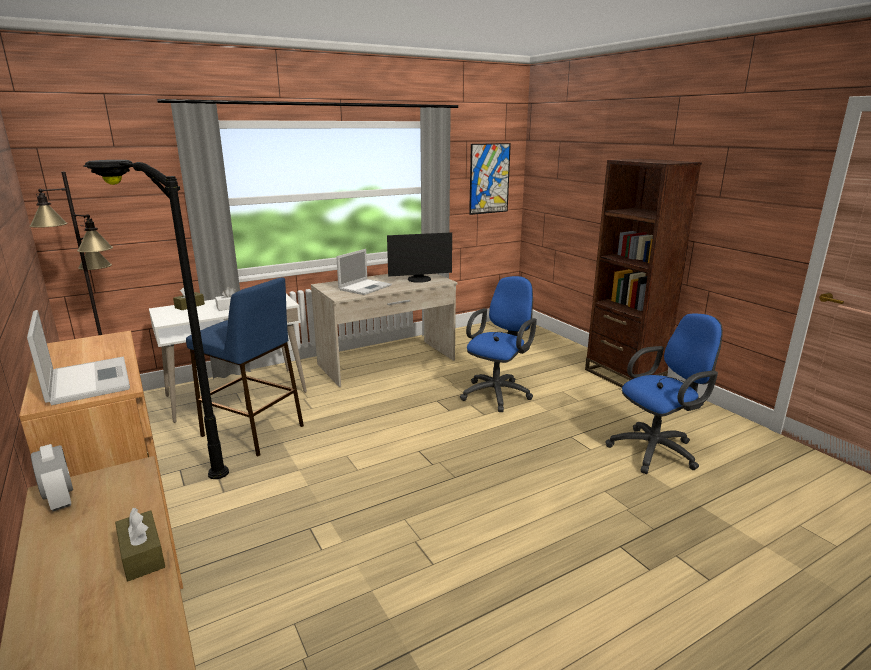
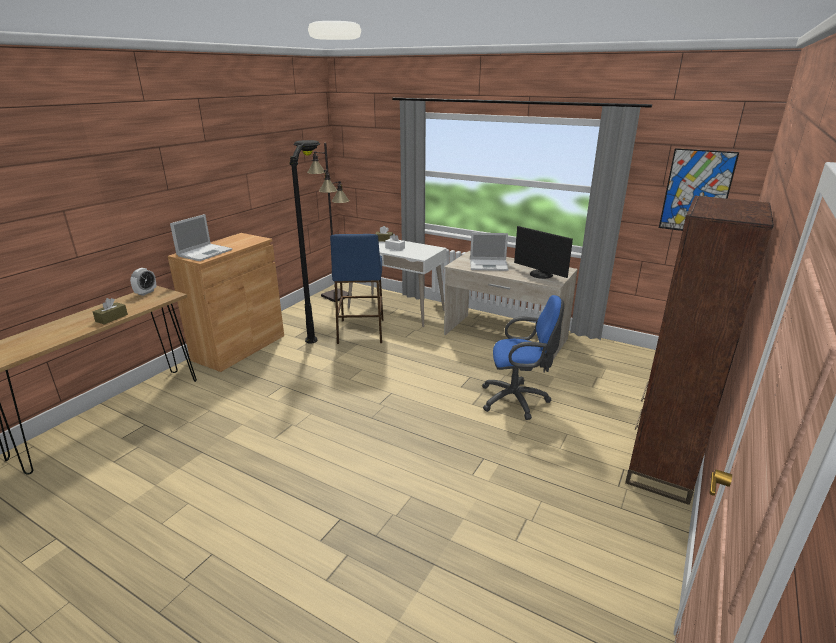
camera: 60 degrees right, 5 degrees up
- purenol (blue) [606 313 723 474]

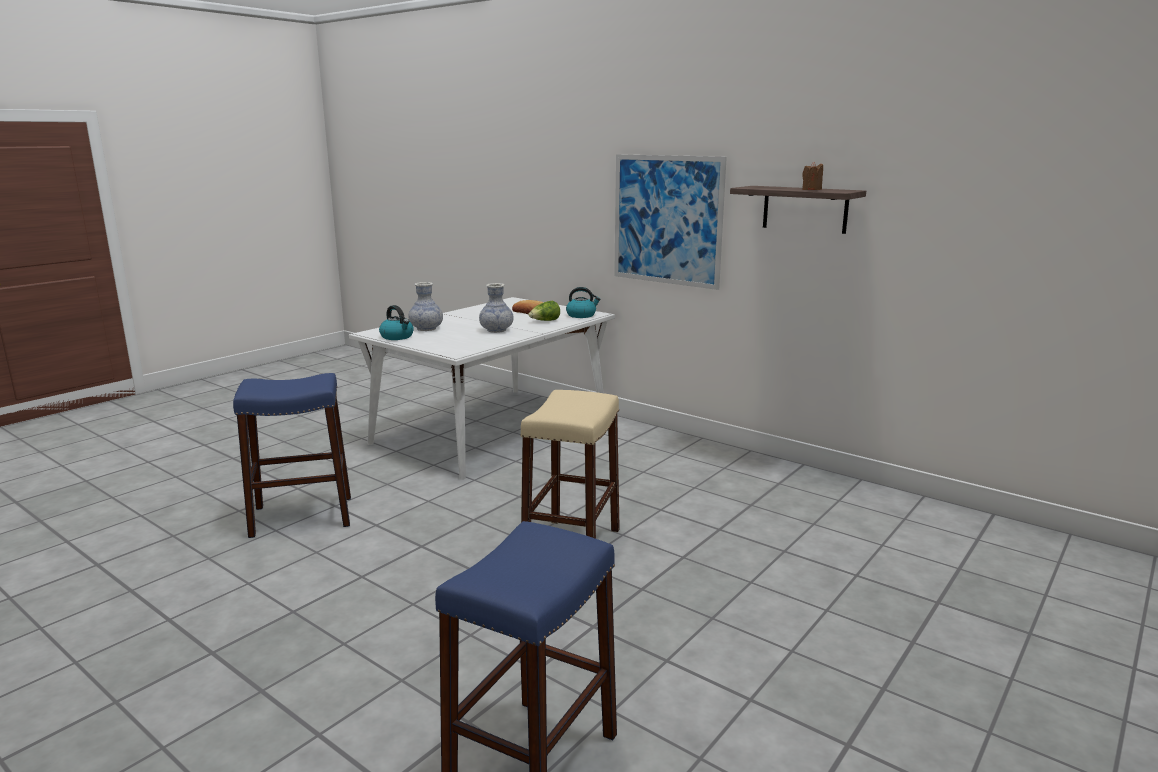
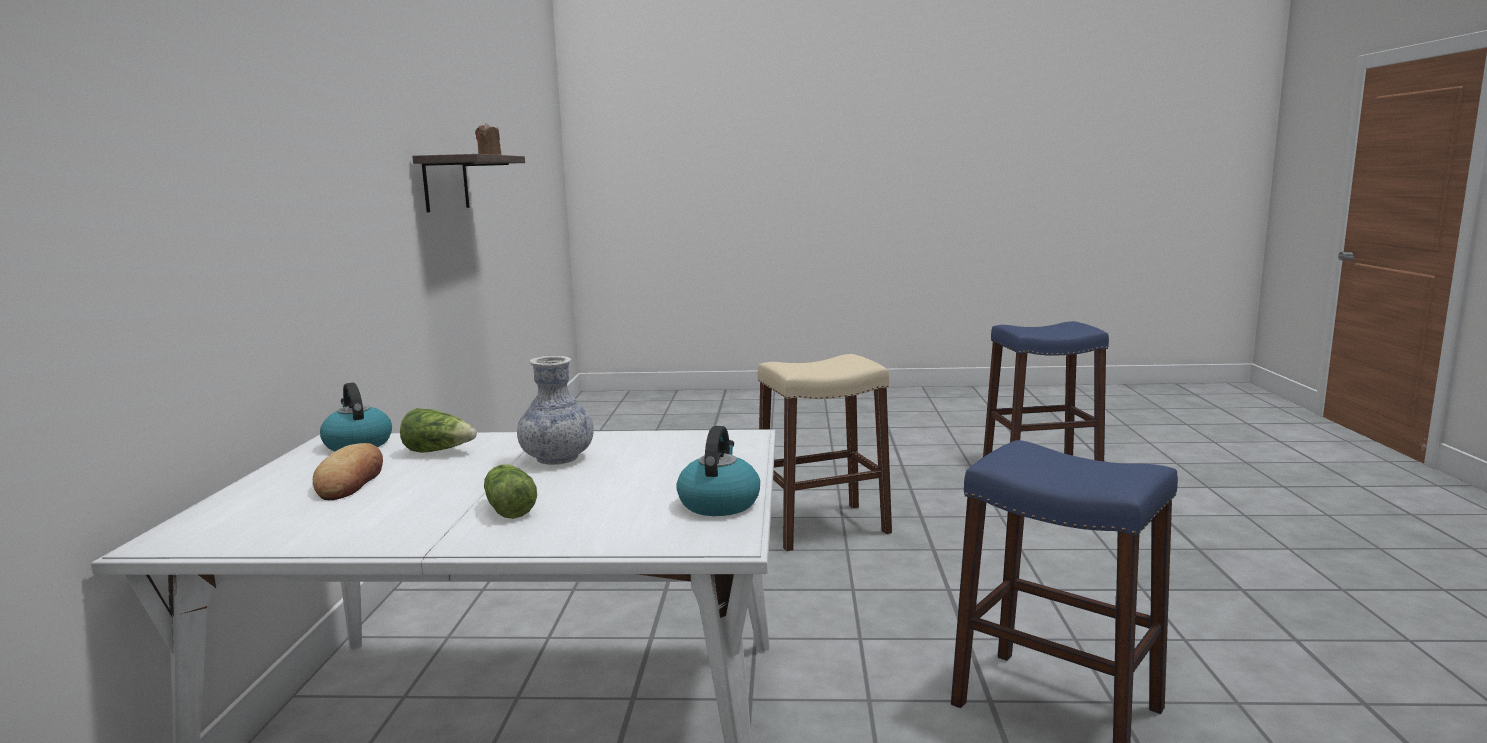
camera: 125 degrees left, 5 degrees down
- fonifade [408 282 443 331]
- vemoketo [614 154 727 290]
+ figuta [484 465 537 519]

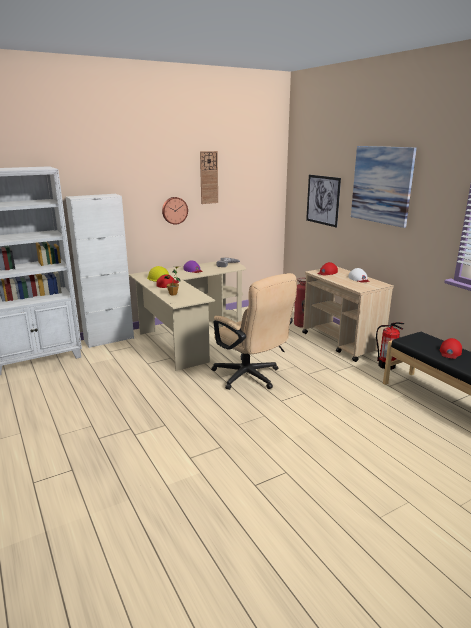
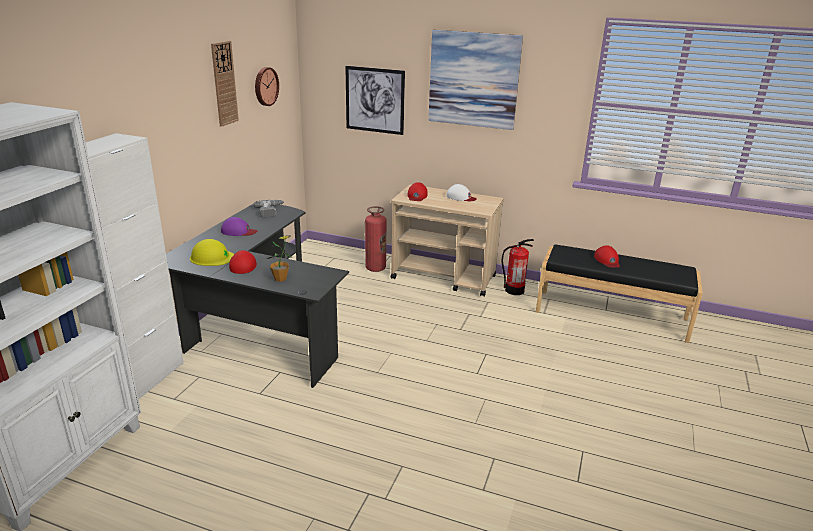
camera: 40 degrees left, 5 degrees up
~ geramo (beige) [129 261 246 371] to geramo (black) [166 204 349 388]
~ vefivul [162 197 188 225] to [255 67 279 106]
- purenol (beige) [211 273 297 390]

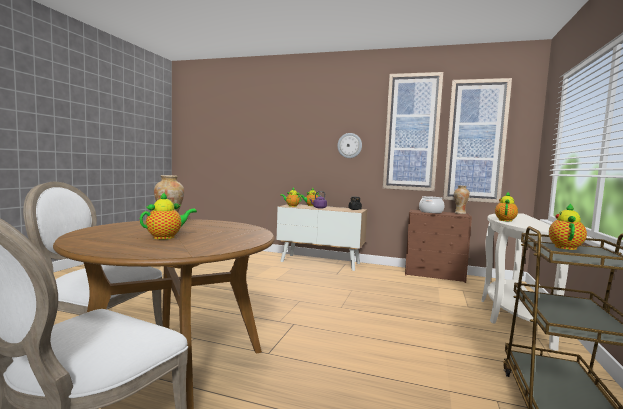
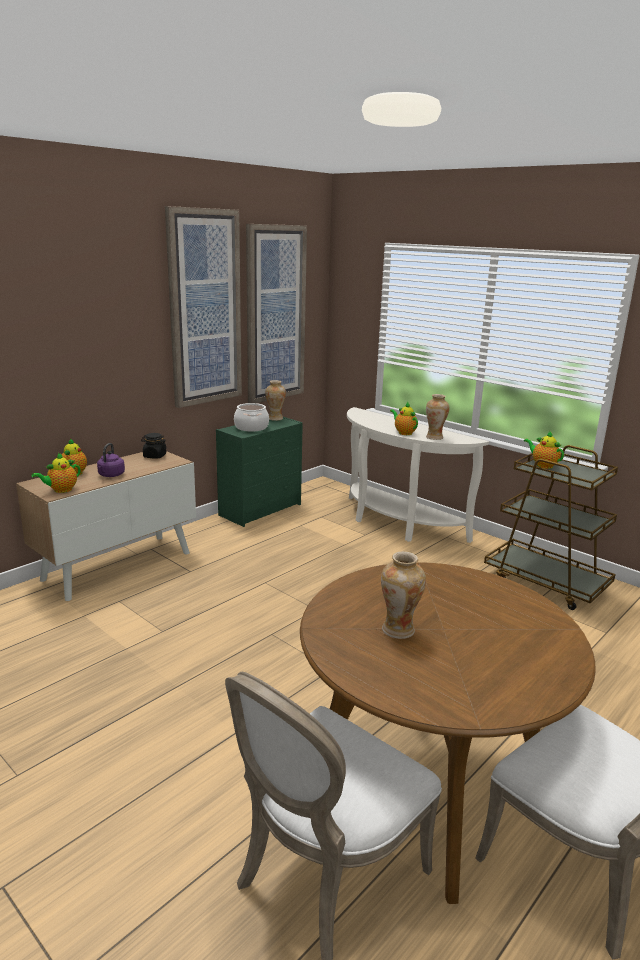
camera: 65 degrees left, 15 degrees up
- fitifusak [140 192 197 240]
- vefivul [337 133 362 158]
~ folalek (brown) [405 209 472 283] to folalek (green) [216 417 303 527]
+ fonifade [426 394 449 440]

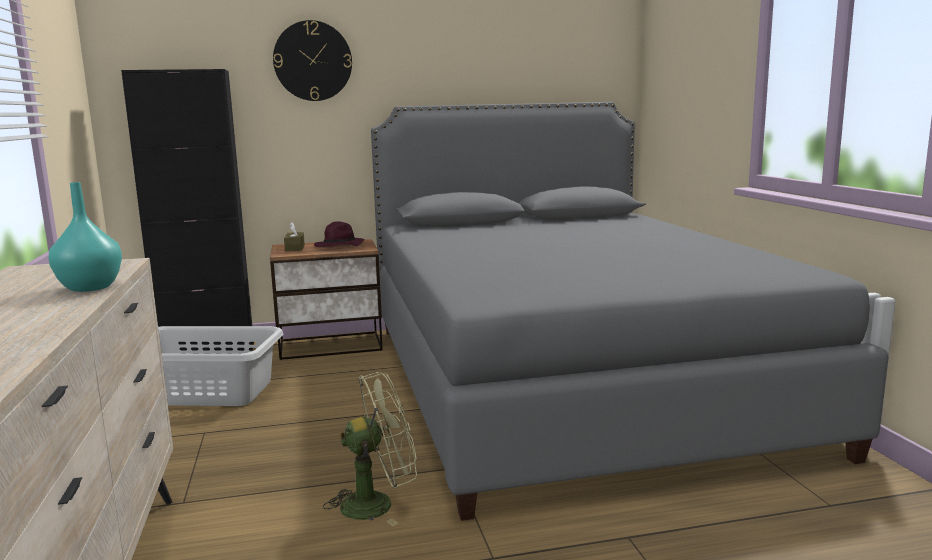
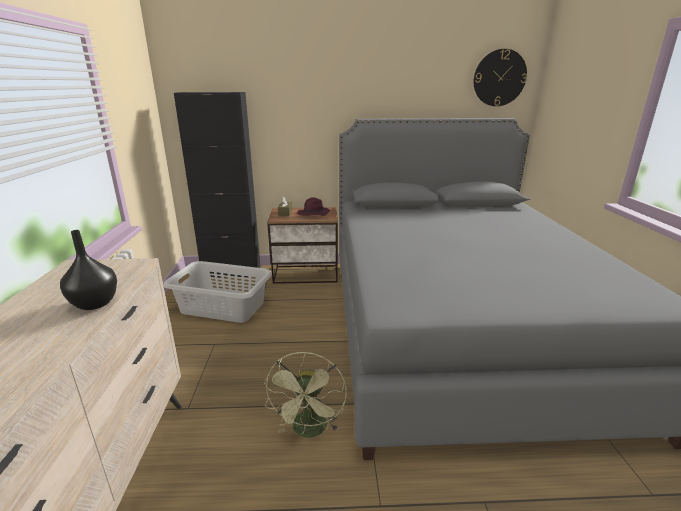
camera: 10 degrees right, 10 degrees up
~ fonifade (turquoise) [48 182 122 292] to fonifade (black) [60 230 117 310]
~ vefivul [273 20 352 101] to [474 49 527 106]
~ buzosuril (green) [323 372 417 526] = [264 352 347 437] 105 degrees clockwise

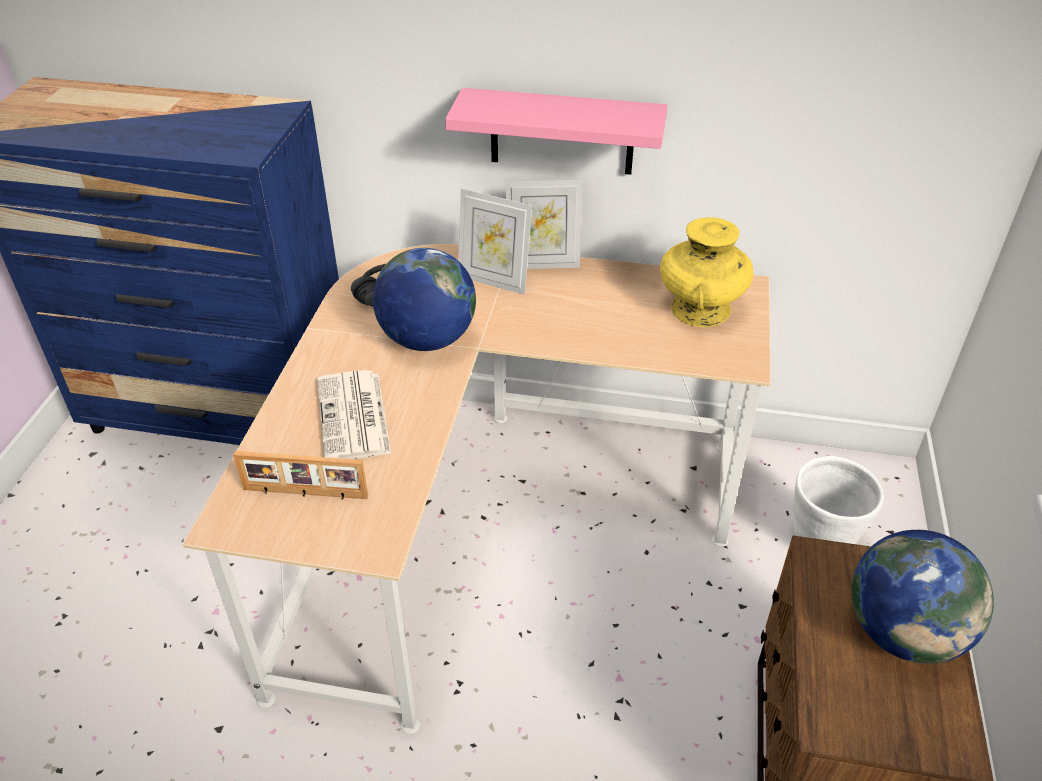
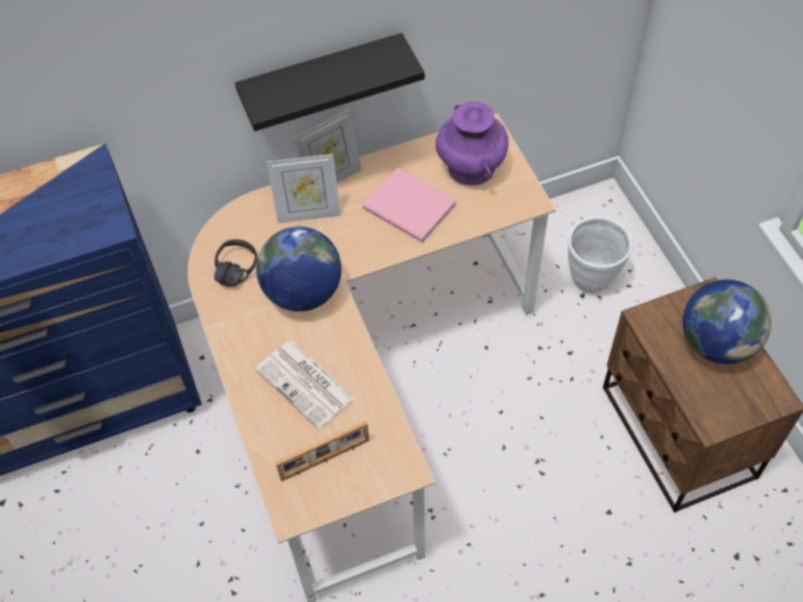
camera: 30 degrees left, 15 degrees up
~ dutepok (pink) [445 88 668 175] to dutepok (black) [235 33 425 131]
~ fonifade (yellow) [660 217 753 327] to fonifade (purple) [436 102 508 185]
+ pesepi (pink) [363 168 457 242]

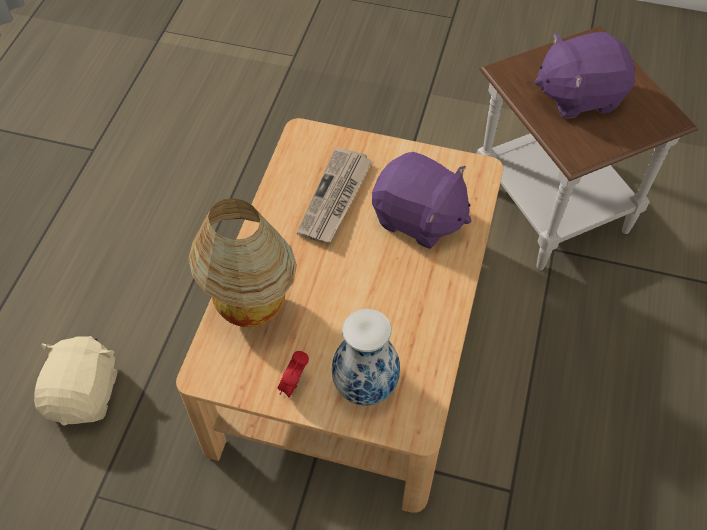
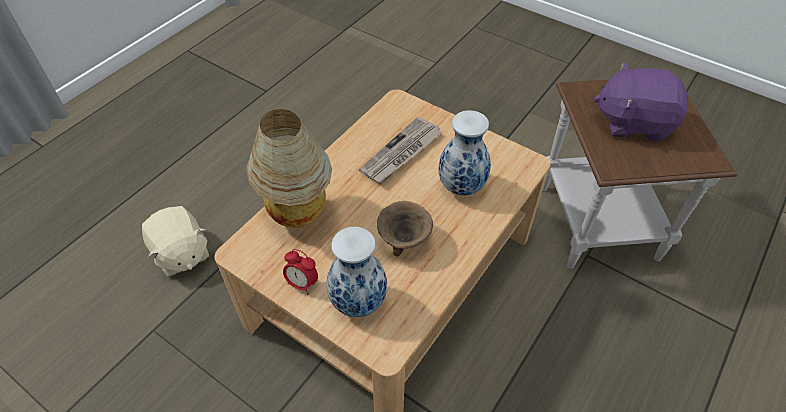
camera: 20 degrees right, 5 degrees down
~ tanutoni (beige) [34 336 118 426] = [142 206 209 277] 120 degrees clockwise
~ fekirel [277 351 309 398] = [283 249 318 294] 105 degrees counterclockwise
~ tanutoni (purple) [372 152 471 249] to fonifade [439 110 491 195]
+ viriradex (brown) [377 201 433 257]

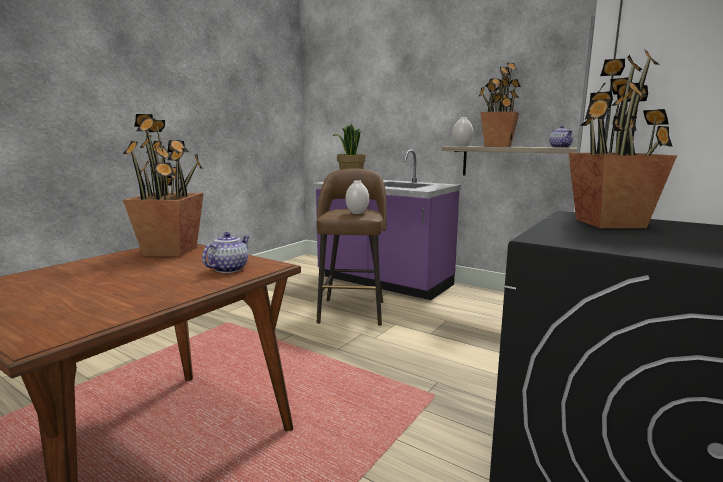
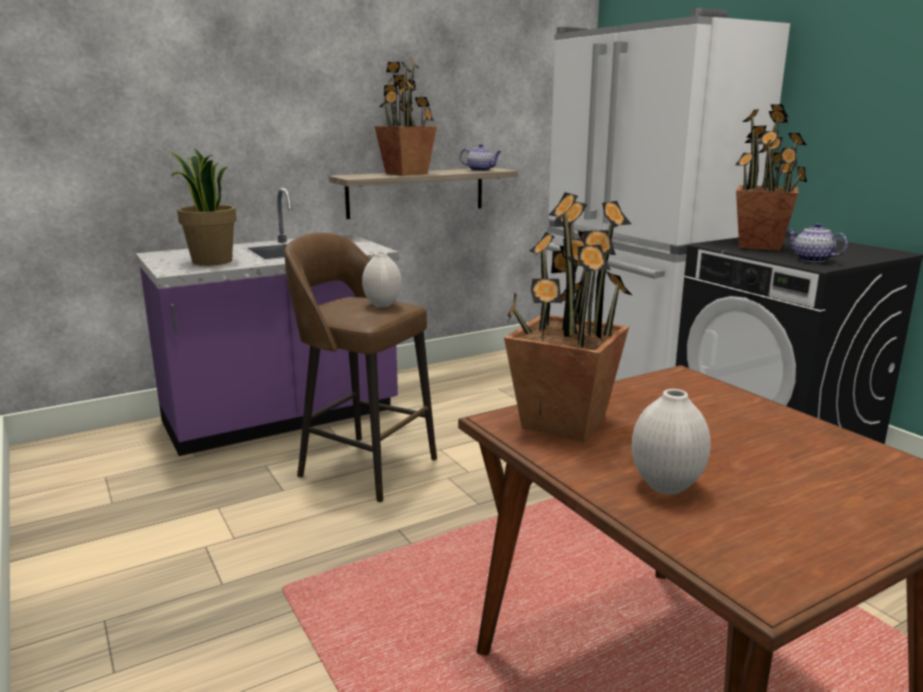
camera: 65 degrees left, 5 degrees up
~ fitifusak [202 232 250 273] to [787 223 848 262]
~ fonifade (white) [452 117 473 146] to [632 389 711 495]

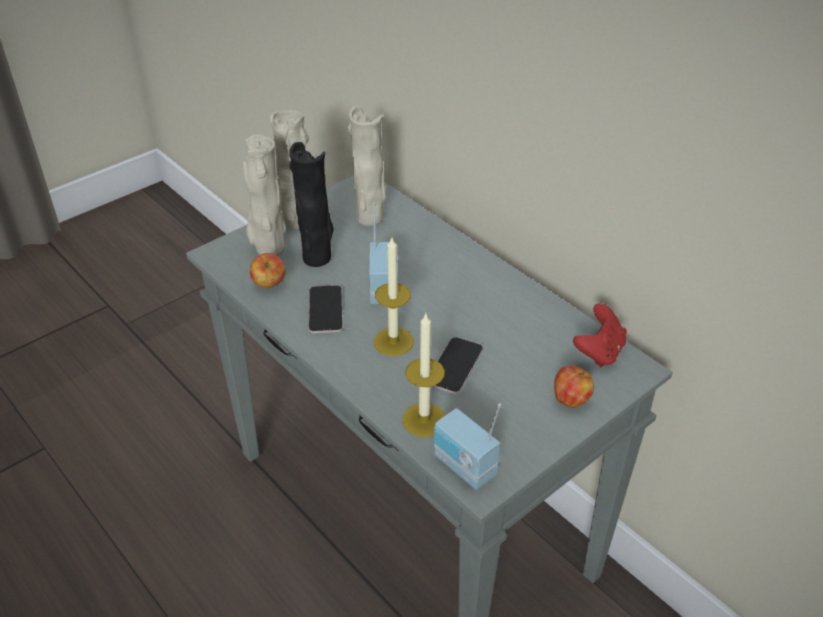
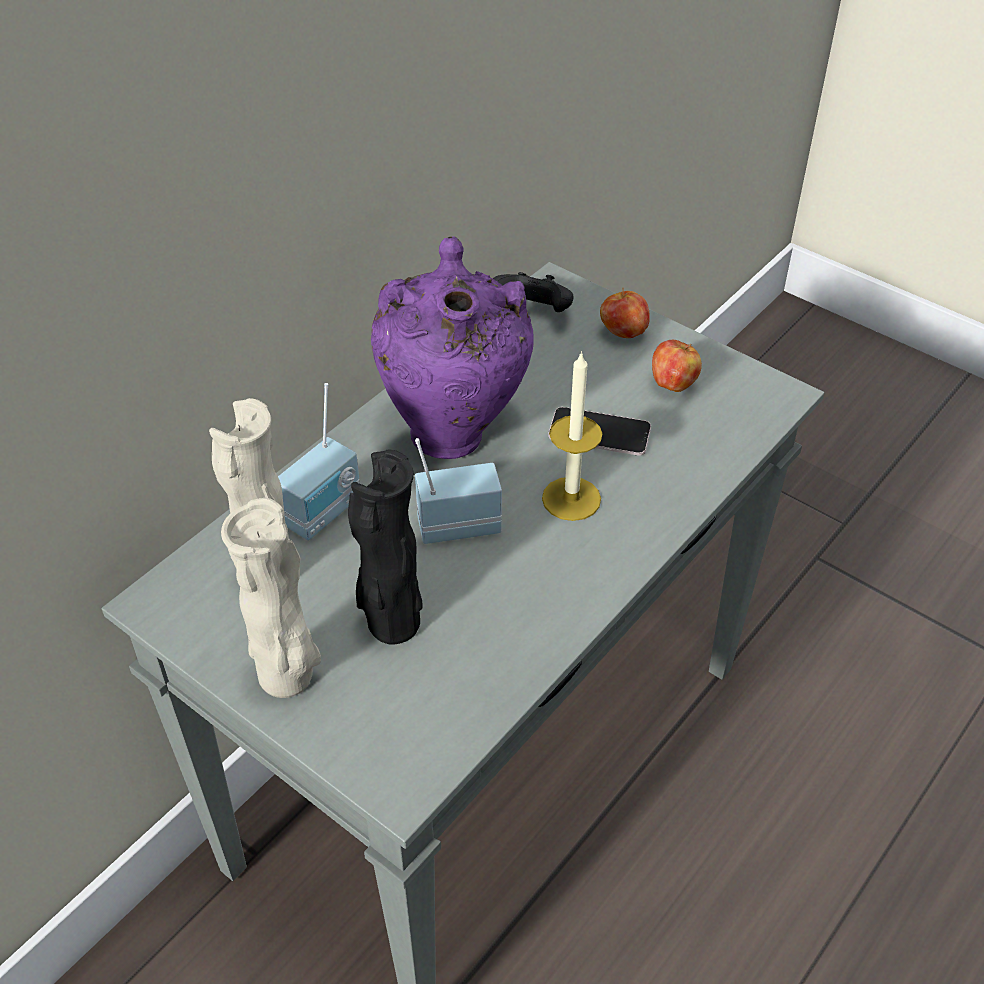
camera: 100 degrees left, 5 degrees up
- fonifade (beige) [243 134 286 256]
~ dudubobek [250 253 286 288] to [652 340 702 392]
- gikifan [309 285 343 333]
- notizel [402 312 445 437]
~ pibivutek [434 403 501 490] to [278 383 360 541]
~ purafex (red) [573 303 627 367] to purafex (black) [493 272 574 312]
+ fonifade (purple) [371 236 534 459]

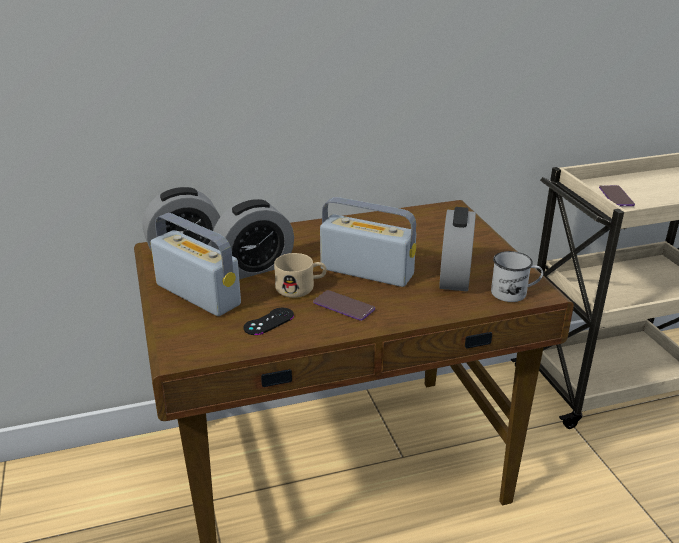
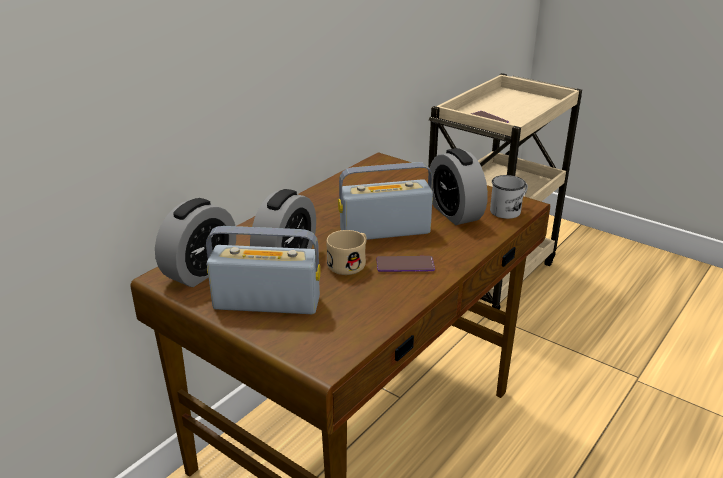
camera: 35 degrees left, 0 degrees up
- purafex (black) [244 308 294 335]

